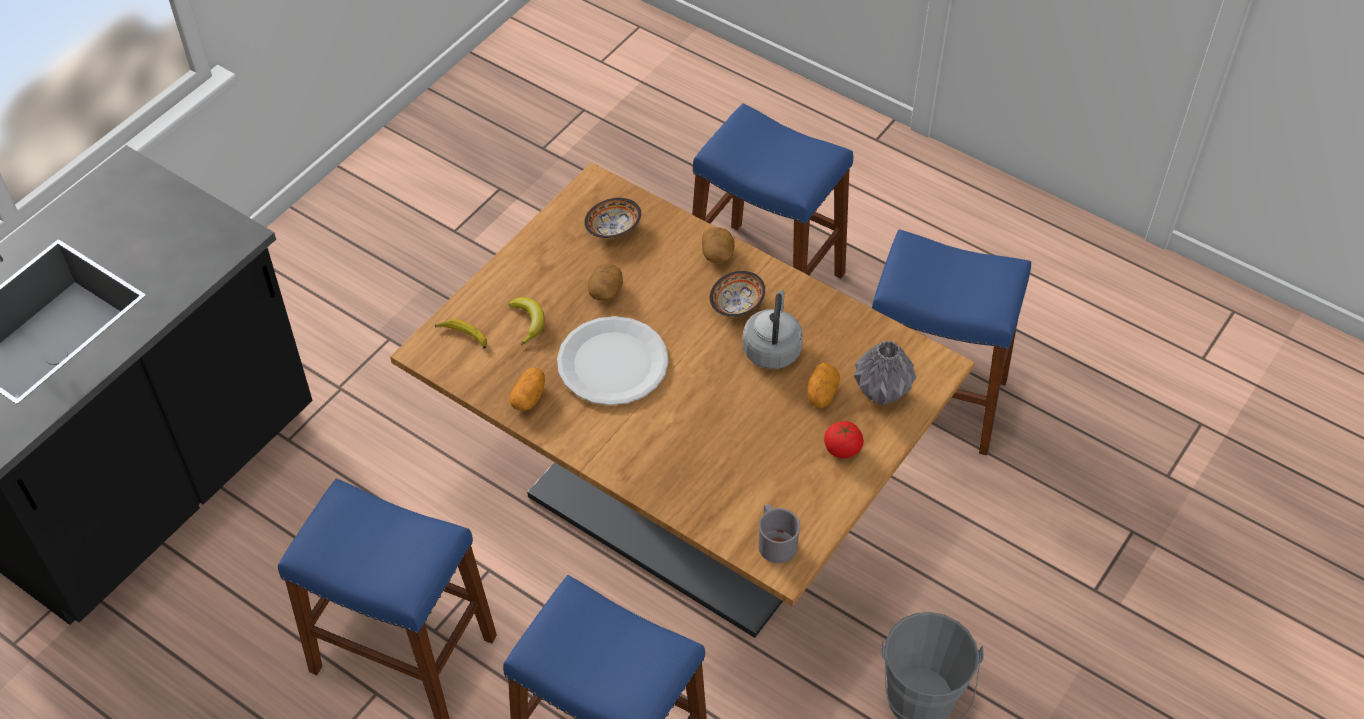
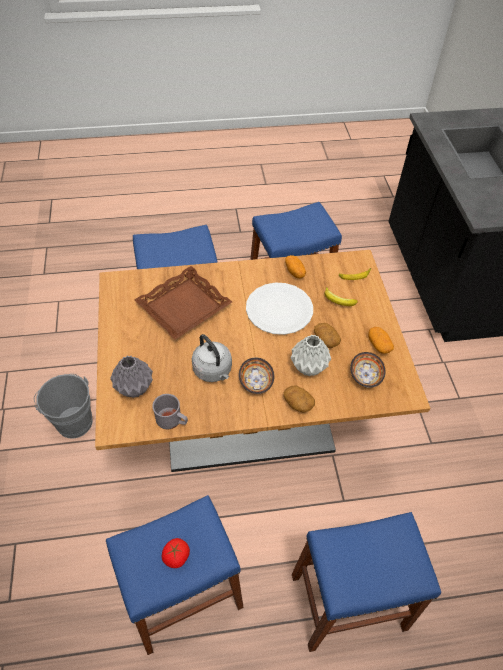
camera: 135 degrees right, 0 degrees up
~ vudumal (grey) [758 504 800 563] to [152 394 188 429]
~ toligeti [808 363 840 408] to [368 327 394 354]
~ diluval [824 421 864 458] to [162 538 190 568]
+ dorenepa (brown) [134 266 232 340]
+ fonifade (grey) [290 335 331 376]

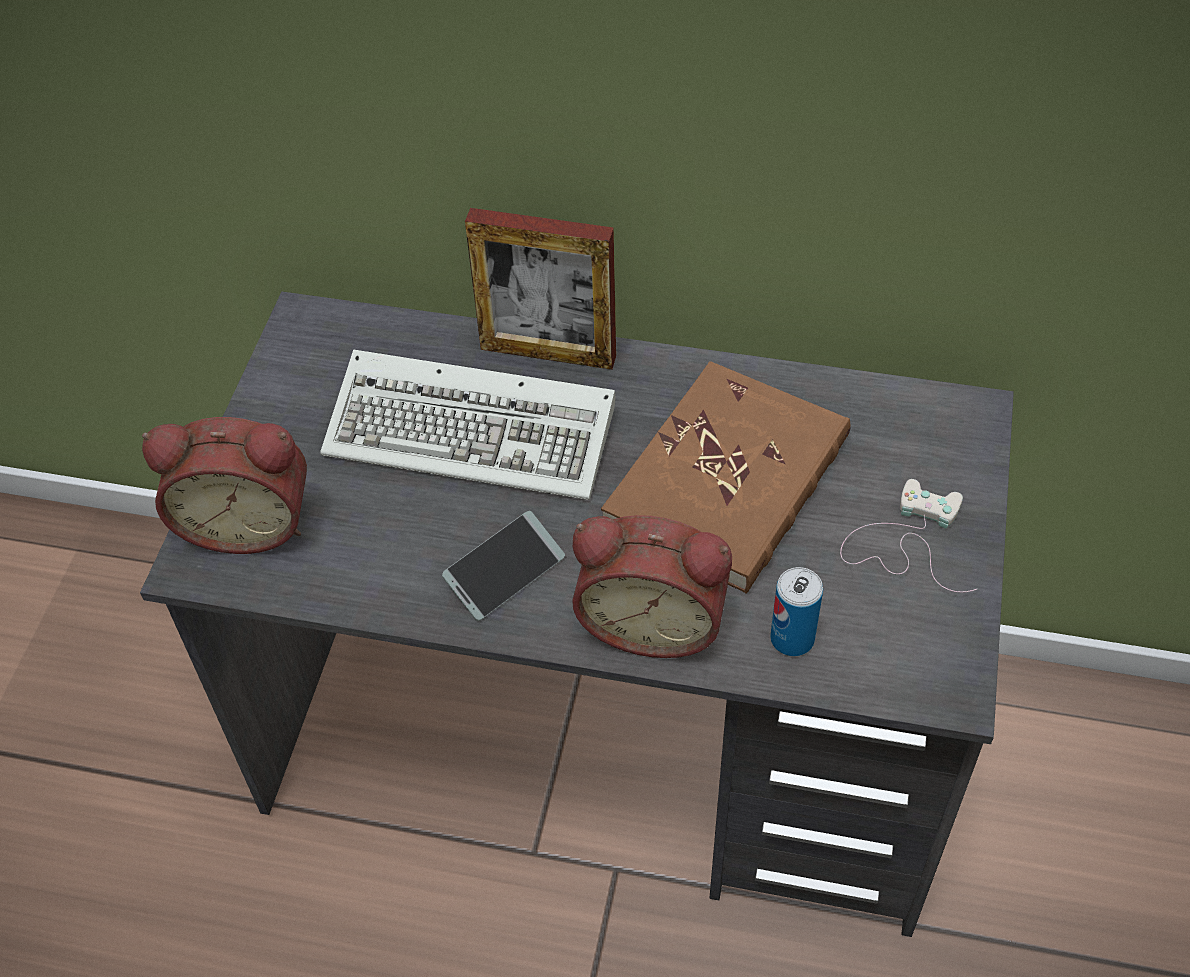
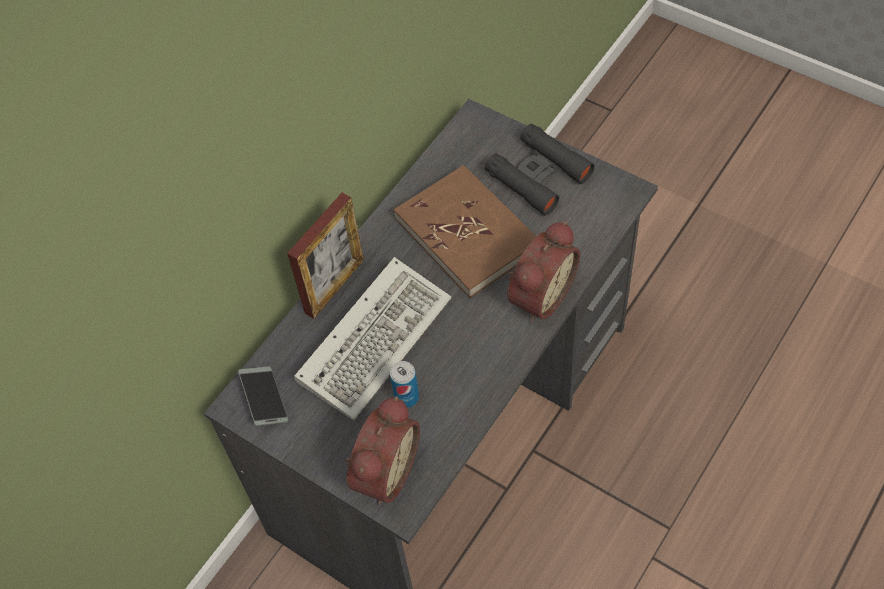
camera: 65 degrees left, 5 degrees up
~ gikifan [442 511 565 621] to [238 366 288 426]
~ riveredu [770 567 823 656] to [390 361 419 408]
~ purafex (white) [840 479 978 593] to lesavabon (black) [485 124 595 215]

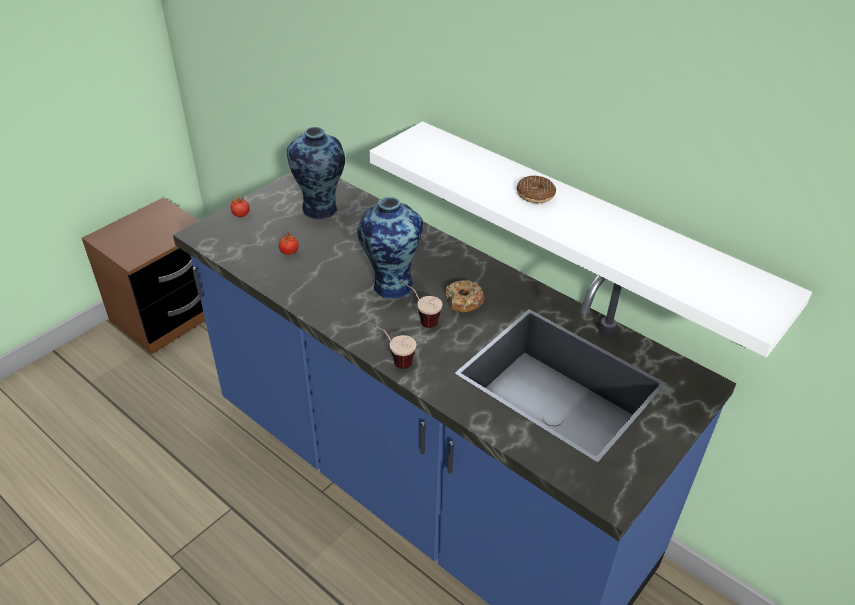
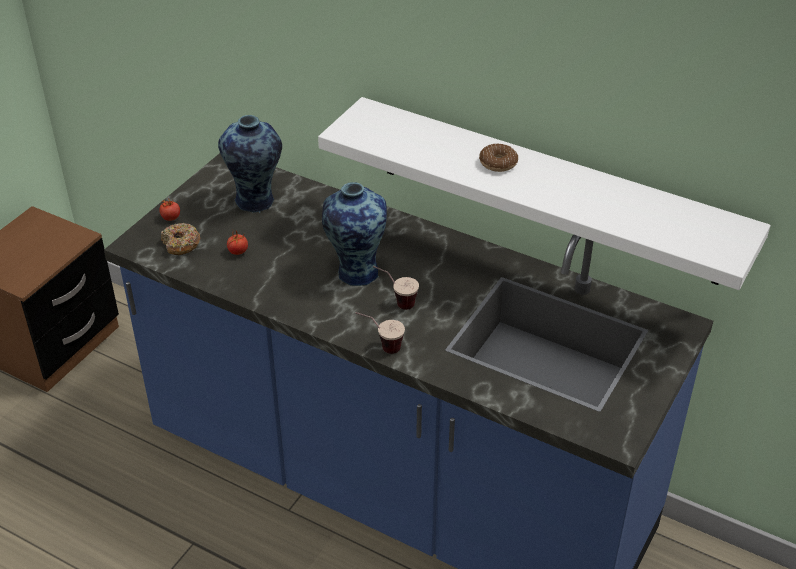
camera: 10 degrees left, 0 degrees up
~ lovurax [445 280 484 313] to [161 223 200 255]

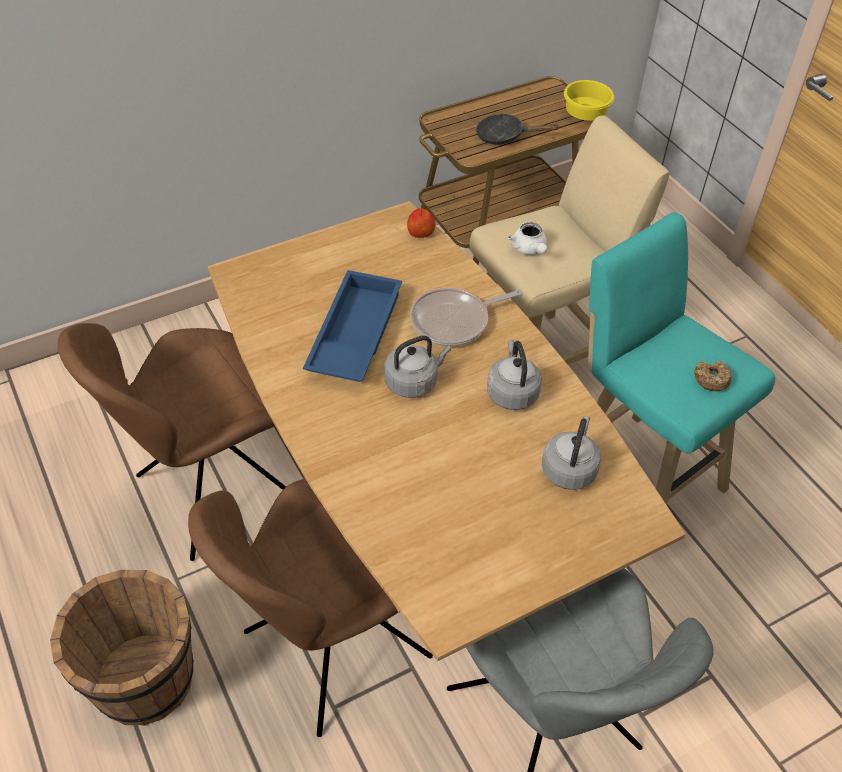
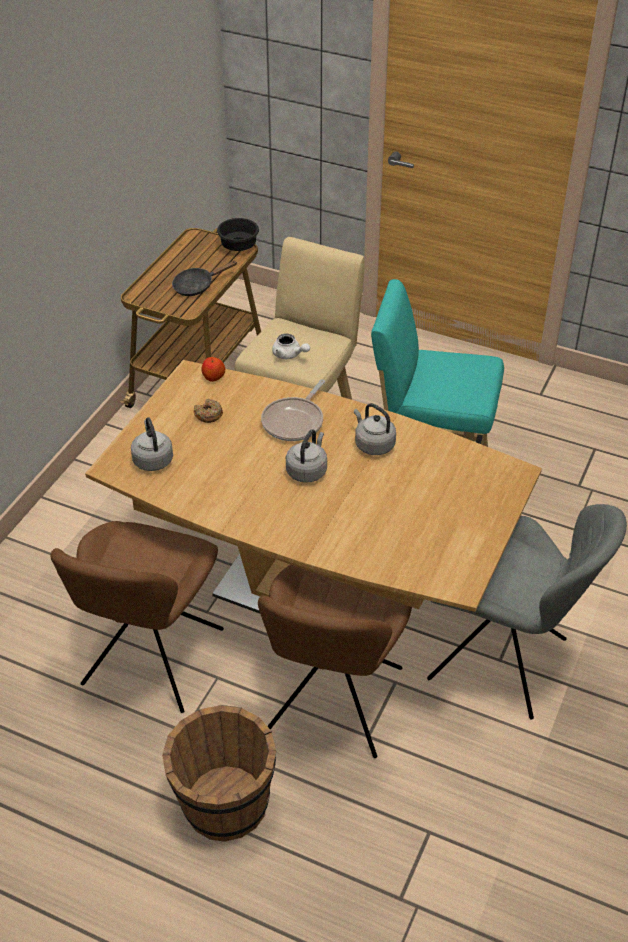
camera: 35 degrees left, 5 degrees down
- dorenepa (blue) [303 270 402 382]
~ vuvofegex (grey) [542 416 601 490] to [131 417 173 471]
~ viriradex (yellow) [564 80 614 121] to viriradex (black) [217 218 259 251]
~ lovurax [694 360 732 391] to [194 399 223 423]

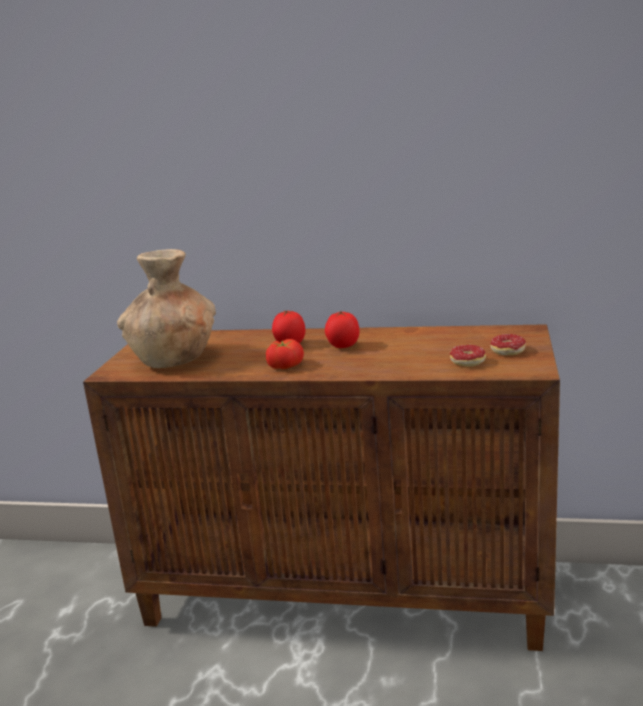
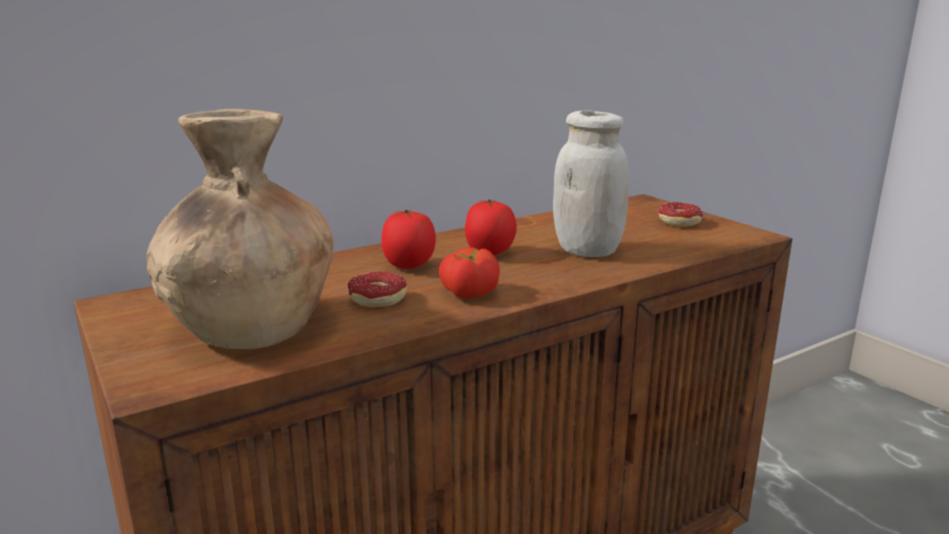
camera: 45 degrees left, 0 degrees up
~ lovurax [450 345 486 367] to [348 271 407 307]
+ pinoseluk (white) [553 110 629 257]

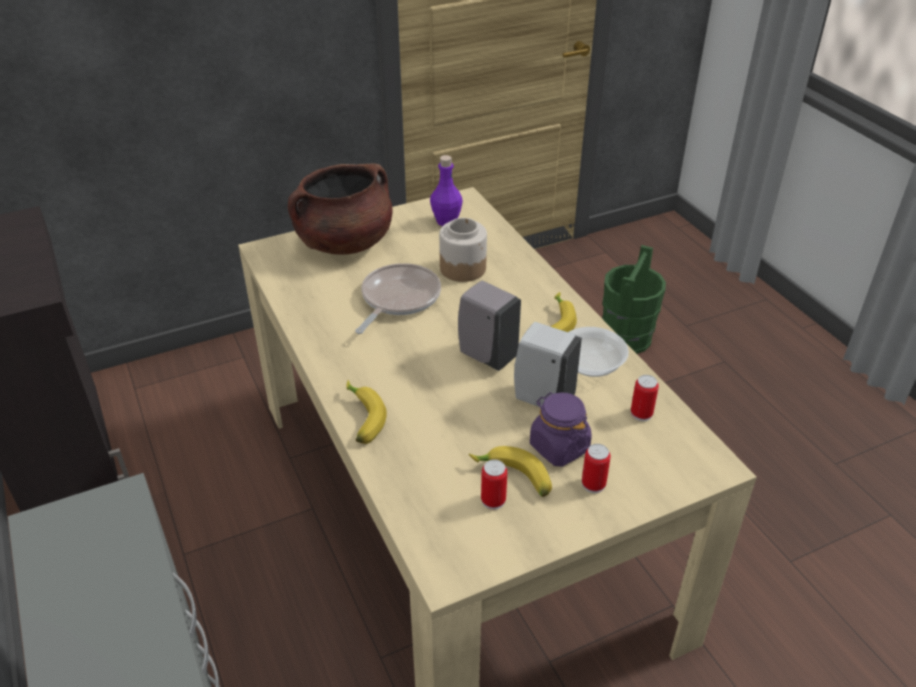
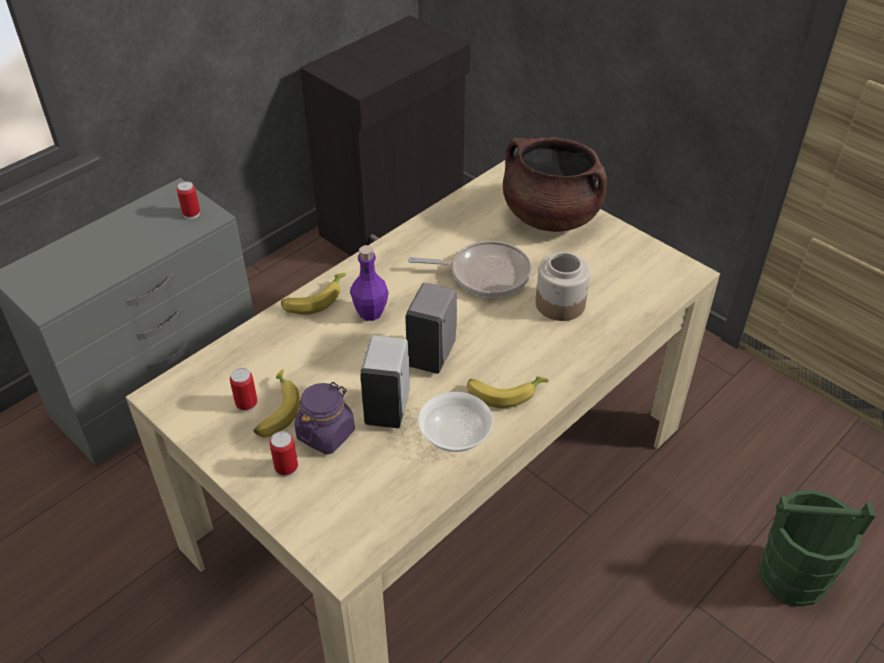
camera: 70 degrees right, 5 degrees up
~ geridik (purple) [430 155 463 226] to [350 245 389 321]
~ riveredu [631 375 659 421] to [177 181 200 219]

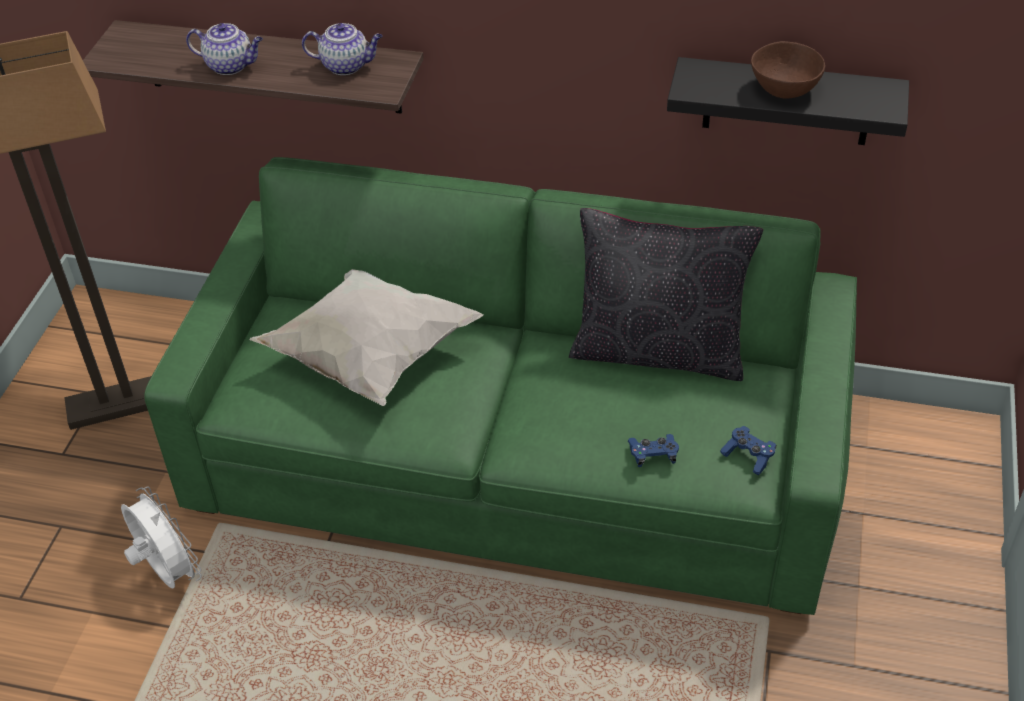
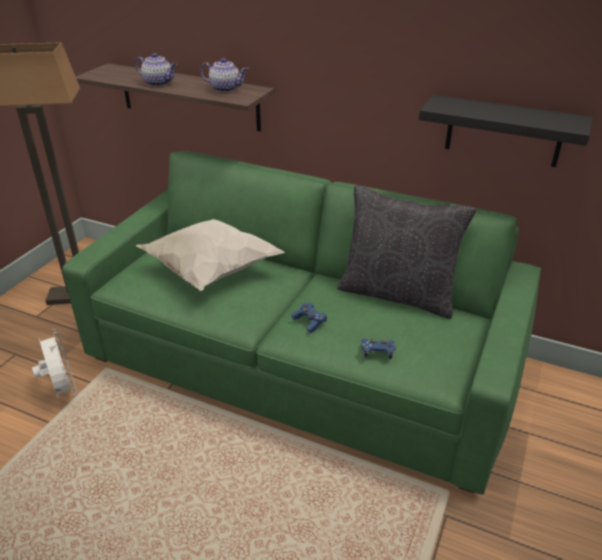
camera: 10 degrees right, 10 degrees down
~ purafex (blue) [720 426 776 476] to [291 303 327 333]
- viriradex (brown) [751 41 825 98]

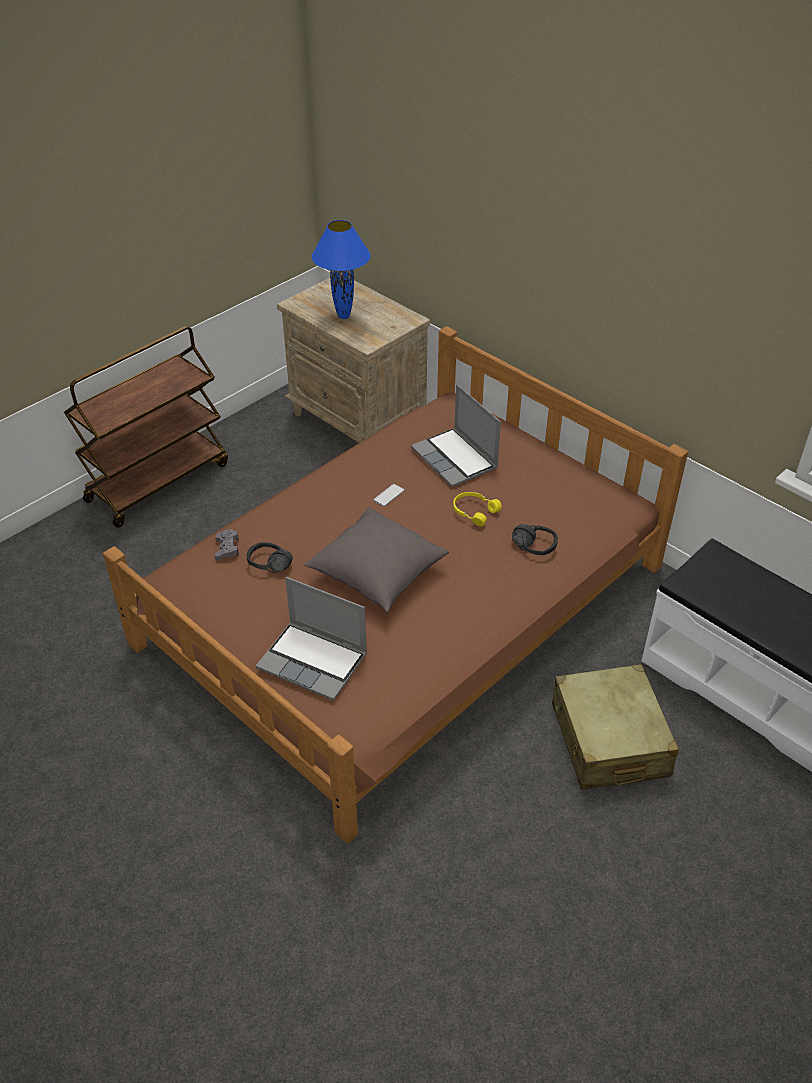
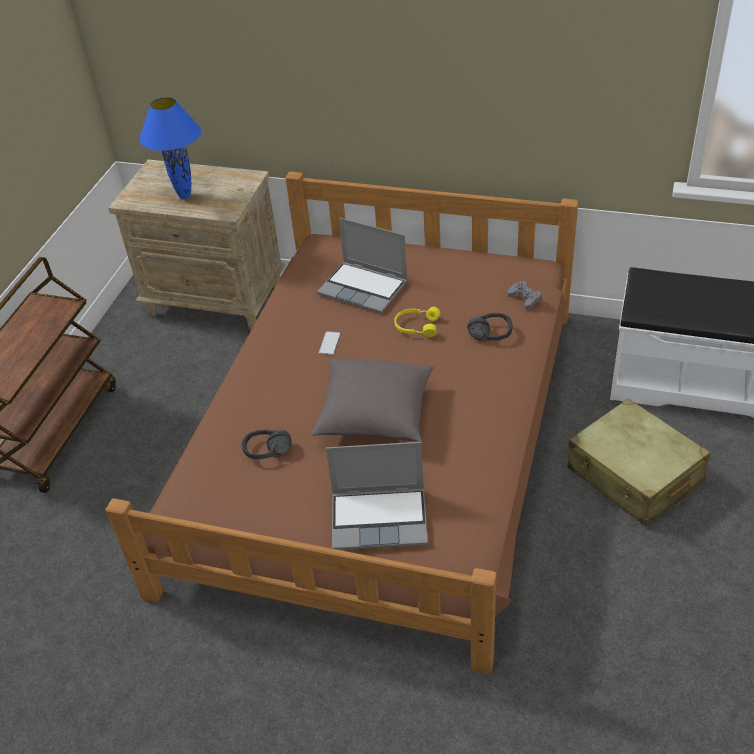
camera: 25 degrees left, 0 degrees up
~ purafex (grey) [215 529 239 560] to [508 281 542 310]

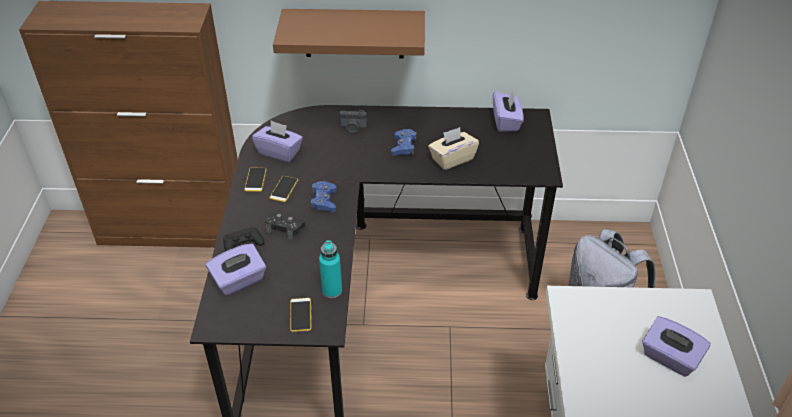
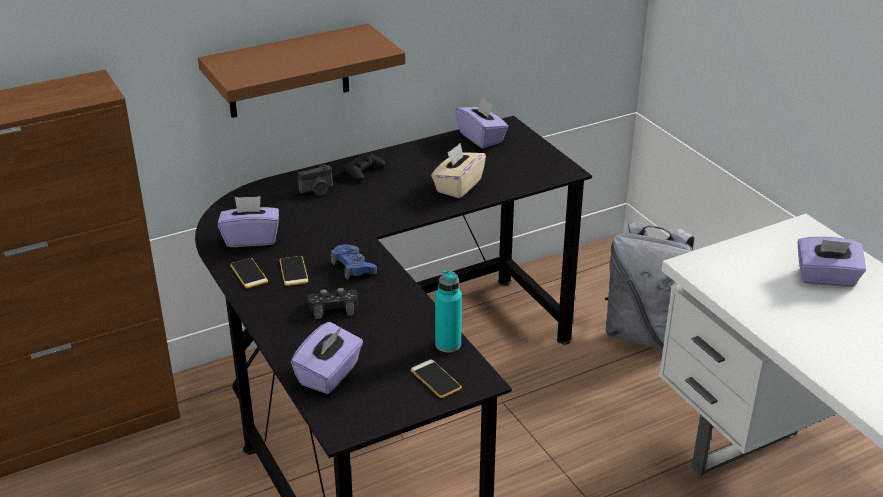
camera: 30 degrees left, 10 degrees down
~ purafex (black) [223 227 265 252] to [342 153 385 181]
- purafex (blue) [391 129 417 156]

